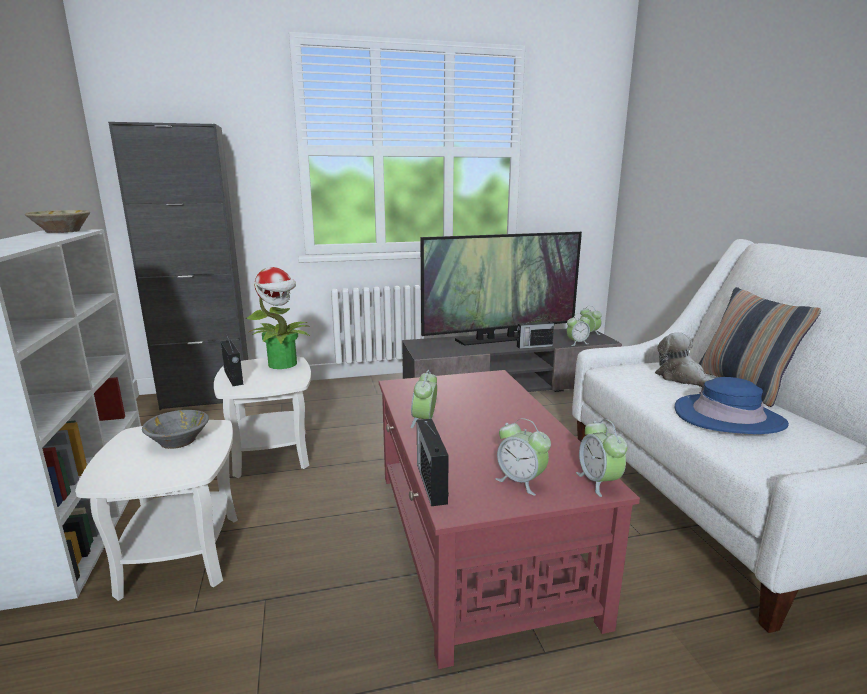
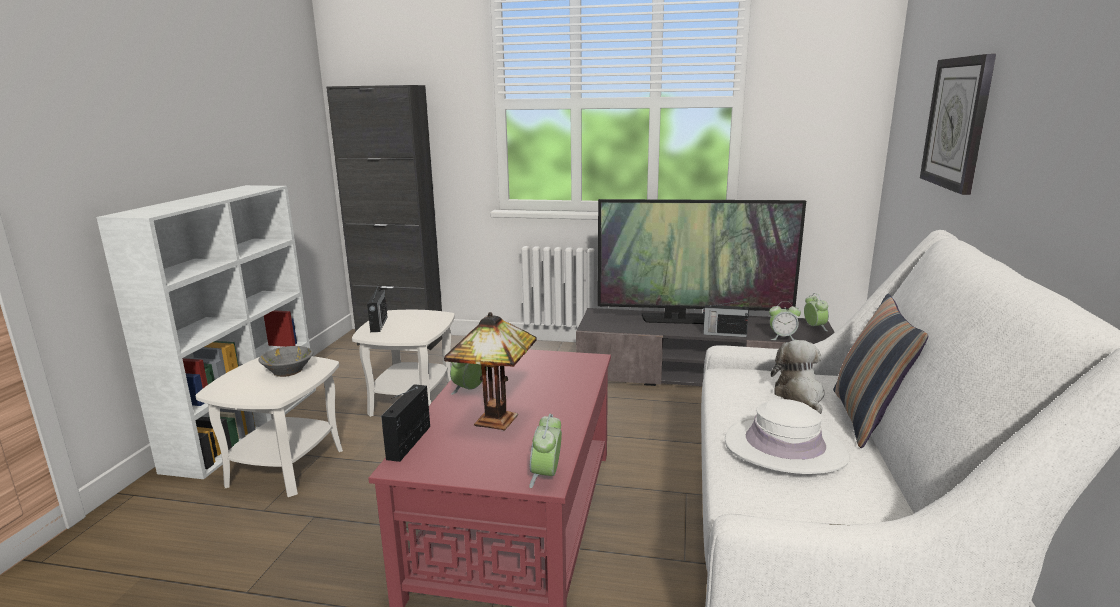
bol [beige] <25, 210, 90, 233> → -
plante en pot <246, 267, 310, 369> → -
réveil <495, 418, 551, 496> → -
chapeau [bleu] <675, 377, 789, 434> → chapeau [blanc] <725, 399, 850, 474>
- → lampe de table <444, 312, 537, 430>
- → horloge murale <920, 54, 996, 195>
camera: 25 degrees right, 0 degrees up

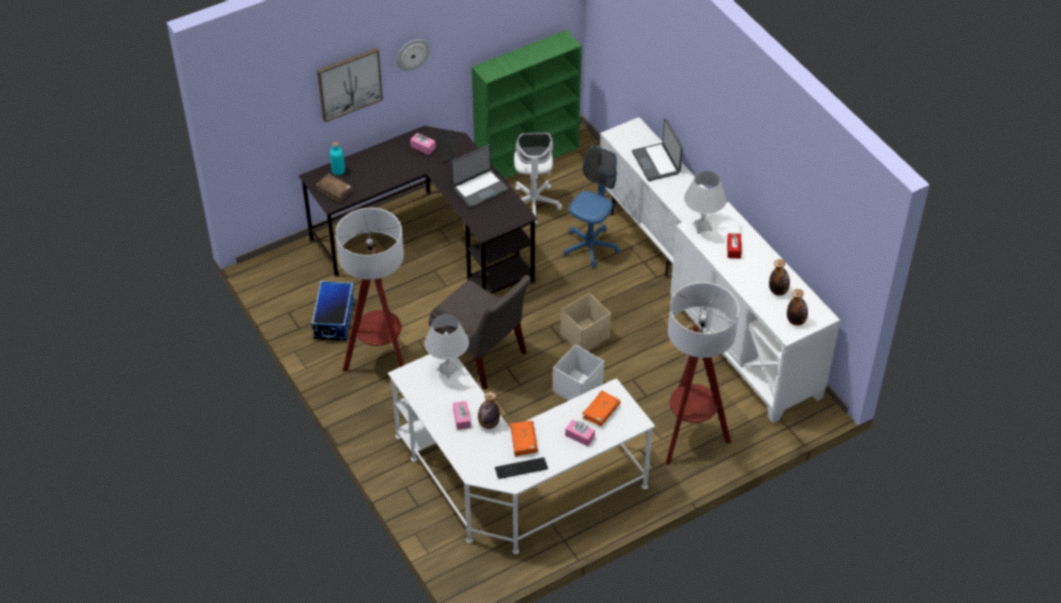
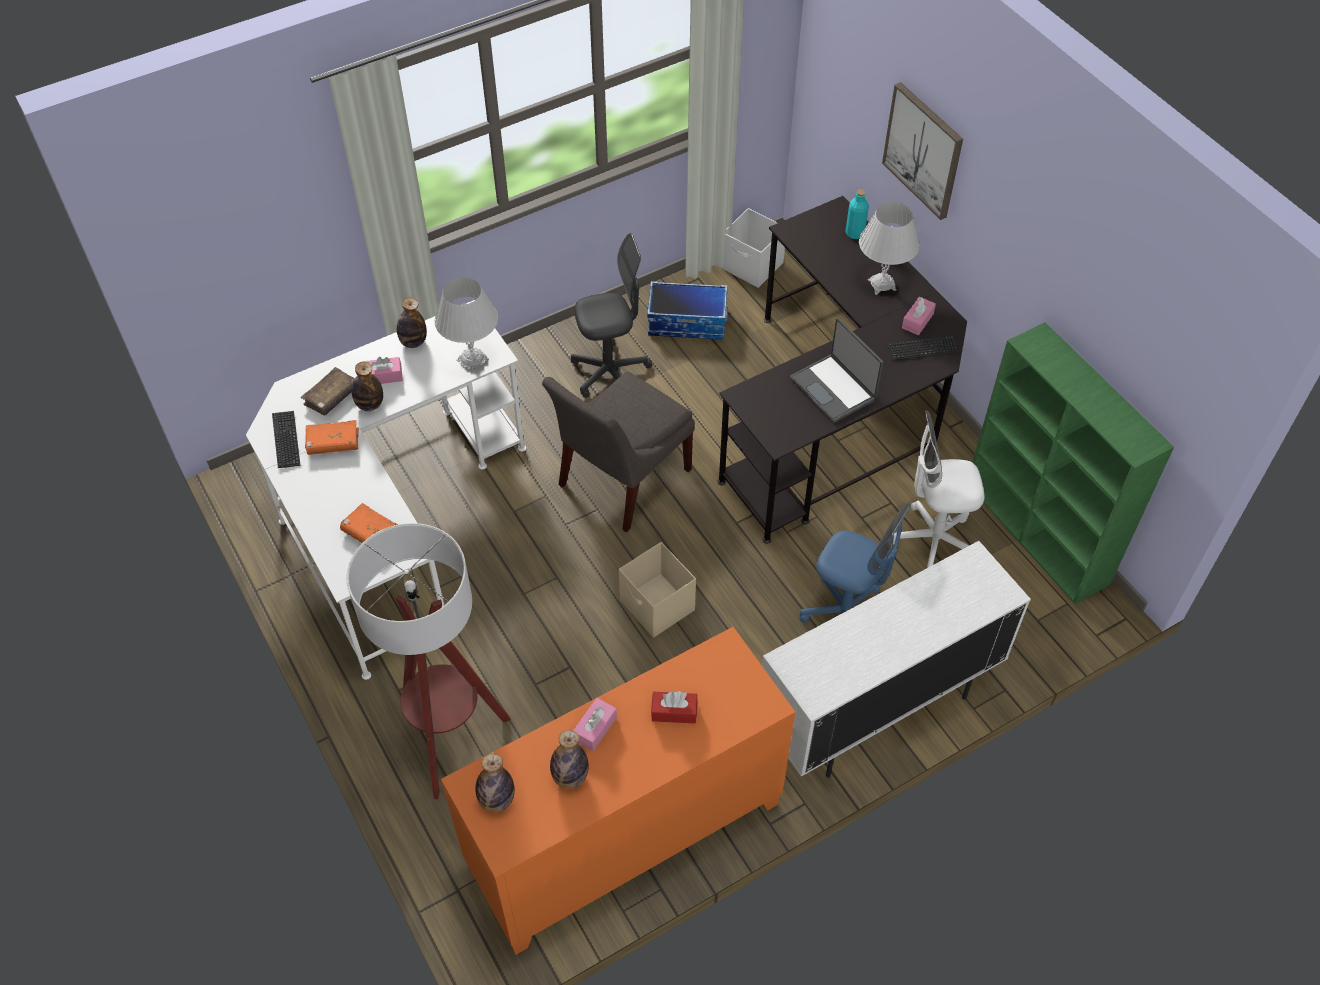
livre [marron] <316, 173, 353, 203> → livre [marron] <301, 367, 355, 416>, move
lampadaire <335, 208, 404, 372> → chaise de bureau [gris] <571, 233, 652, 398>
horloge murale <396, 39, 430, 71> → -
boîte de rangement [blanc] <553, 345, 604, 401> → boîte de rangement [blanc] <721, 208, 785, 288>, move
boîte à mouchoirs [rose] <565, 420, 595, 446> → boîte à mouchoirs [rose] <573, 698, 617, 751>, move
ordinateur portable <632, 118, 683, 181> → -
meuble de rangement [blanc] <670, 202, 840, 423> → meuble de rangement [orange] <441, 627, 795, 955>
lampe de table [blanc] <684, 171, 726, 234> → lampe de table [blanc] <859, 202, 920, 295>, move
- → bouteille <397, 298, 427, 348>
camera: 90 degrees right, 5 degrees up

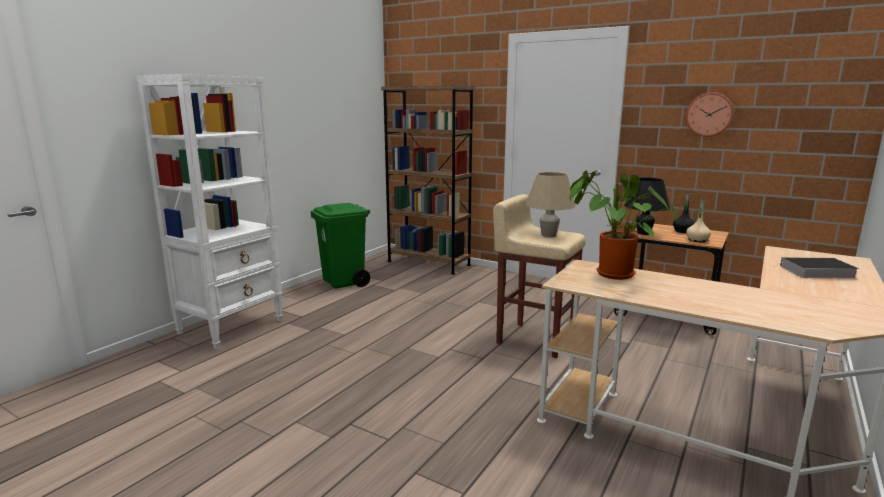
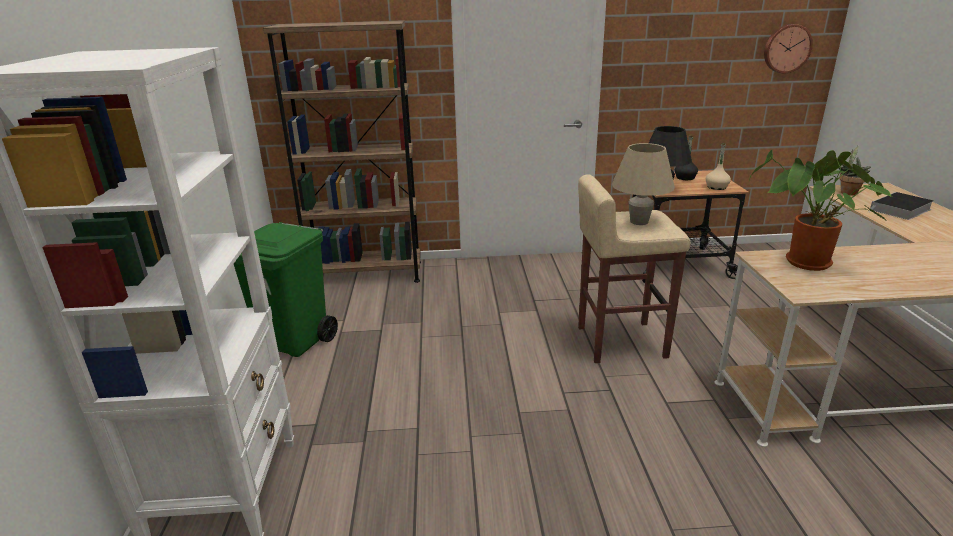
horloge murale <686, 92, 734, 137> → horloge murale <764, 24, 813, 73>, move
- → plante en pot <838, 145, 871, 195>
camera: 35 degrees left, 10 degrees up

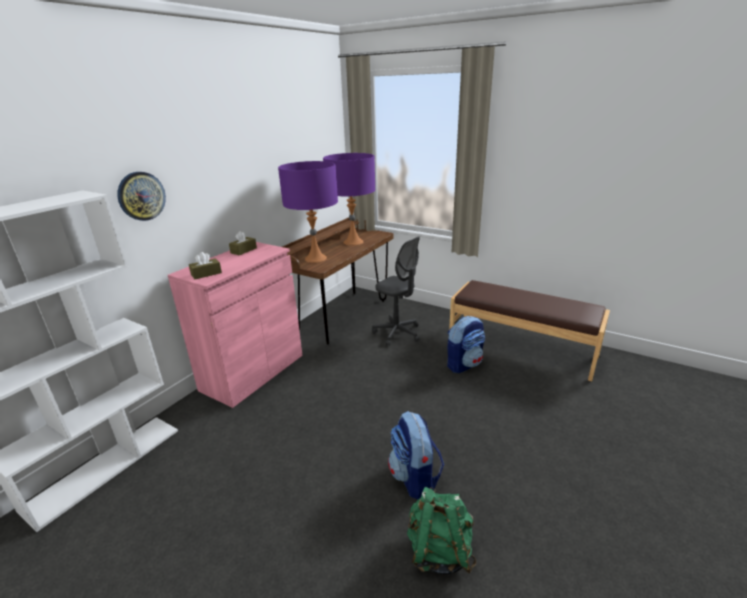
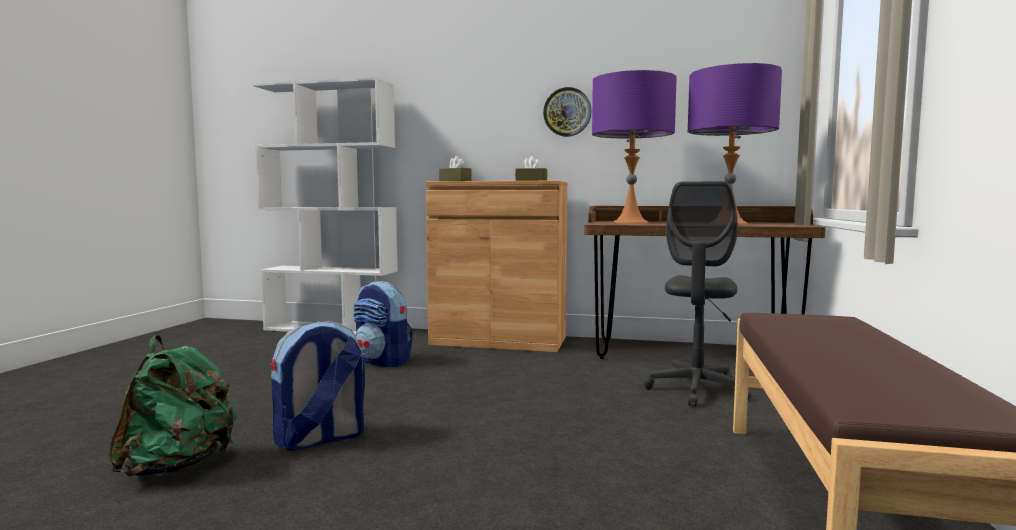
horloge murale <117, 172, 166, 221> → horloge murale <543, 87, 592, 137>, move
meuble de rangement [rose] <168, 242, 302, 408> → meuble de rangement [marron] <426, 180, 567, 352>
sac à dos <447, 316, 485, 373> → sac à dos <353, 281, 413, 368>, move
camera: 70 degrees right, 20 degrees down

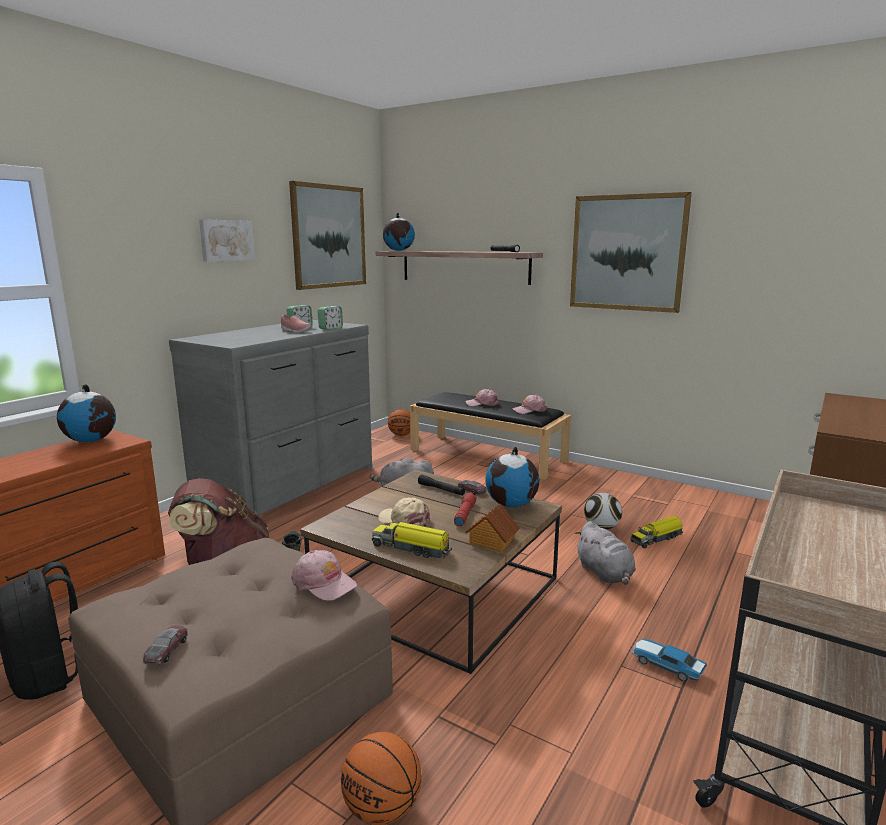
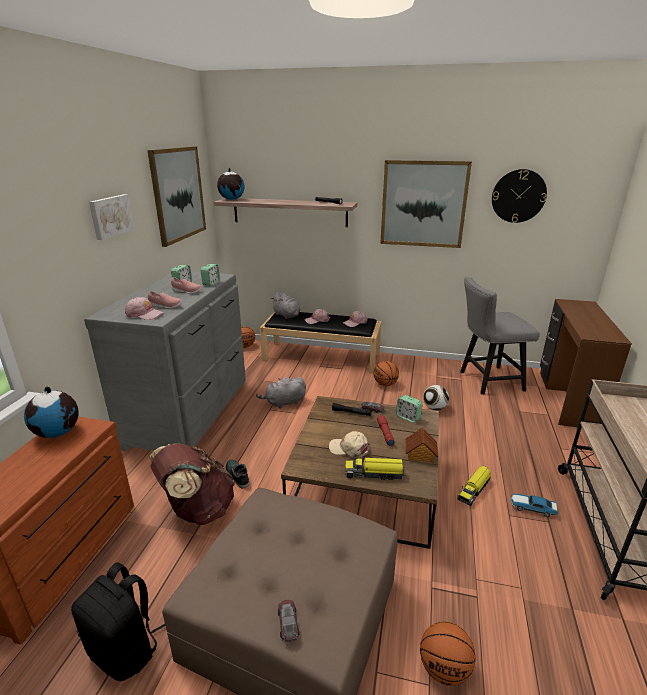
casquette [rose] <291, 550, 357, 601> → casquette [rose] <125, 297, 164, 320>, move
globe <486, 447, 539, 507> → réveil <396, 395, 423, 423>
peluche [gris] <575, 521, 636, 585> → peluche [gris] <271, 292, 301, 319>, move
camion jouet <630, 516, 683, 548> → camion jouet <458, 466, 491, 506>, move
- → chaussure [rose] <148, 291, 182, 309>
- → ballon de basket <374, 361, 399, 386>
- → chaise [gris] <460, 277, 540, 395>
- → horloge murale <492, 169, 547, 223>
camera: 20 degrees left, 10 degrees up

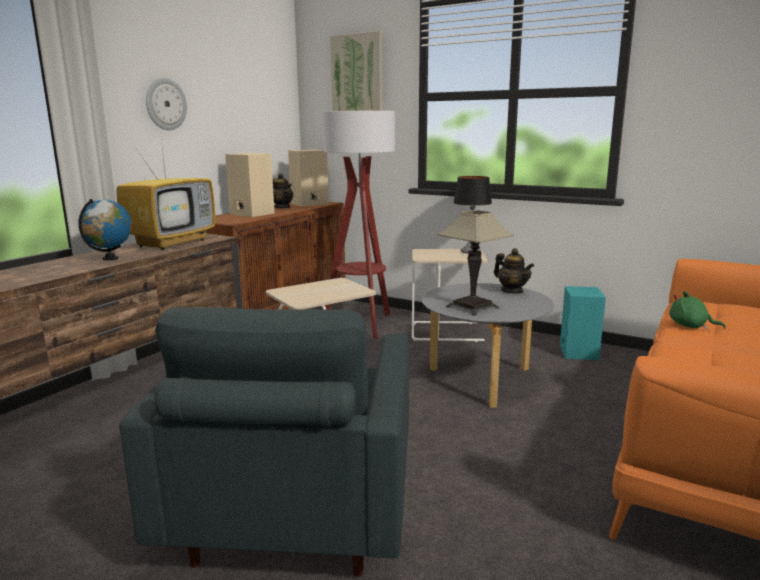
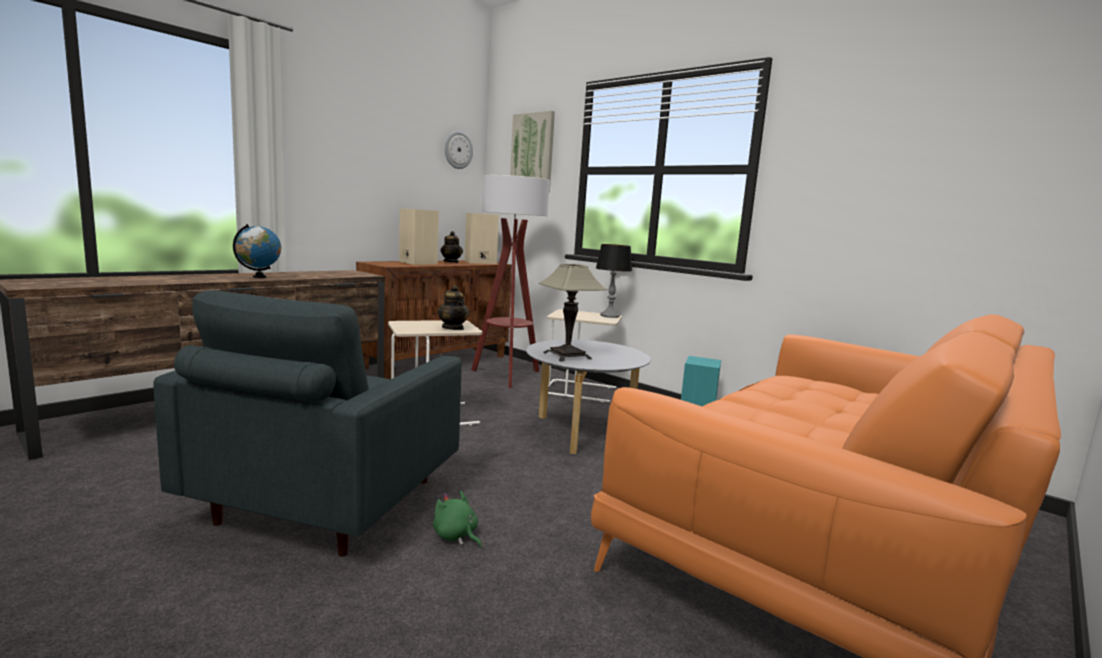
téléviseur <117, 139, 215, 250> → -
horloge murale <146, 78, 187, 130> → horloge murale <444, 131, 473, 169>, move
théière <494, 248, 534, 294> → théière <438, 285, 470, 330>, move
peluche [vert] <669, 291, 726, 329> → peluche [vert] <433, 491, 482, 548>, move
camera: 10 degrees right, 5 degrees down

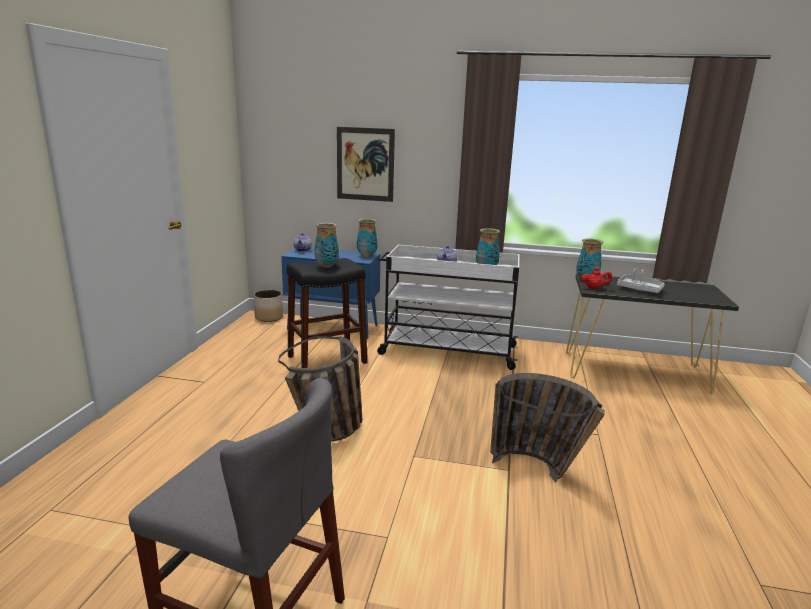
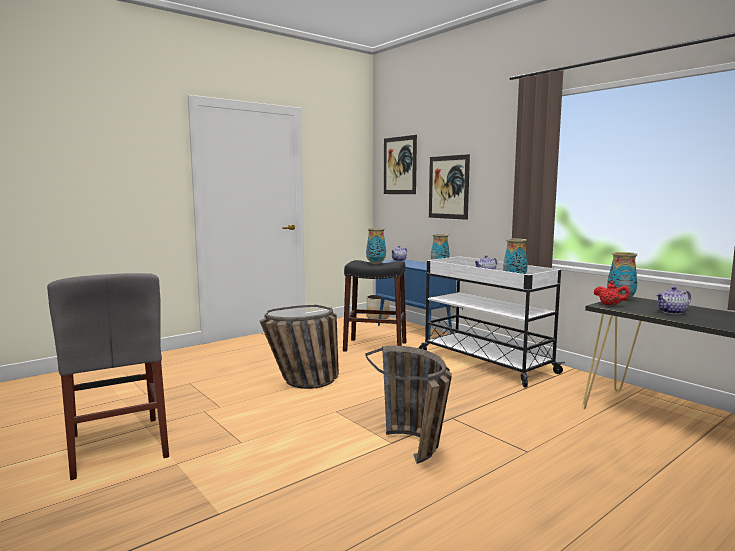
plateau [gris] <617, 269, 665, 293> → théière <656, 287, 691, 315>
- → tableau <384, 135, 417, 194>
camera: 40 degrees right, 10 degrees down

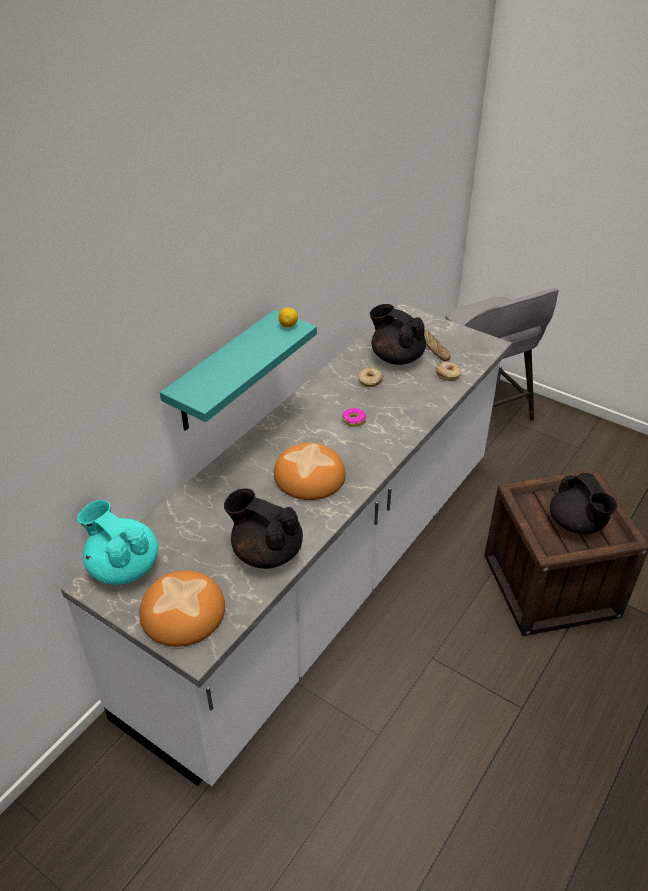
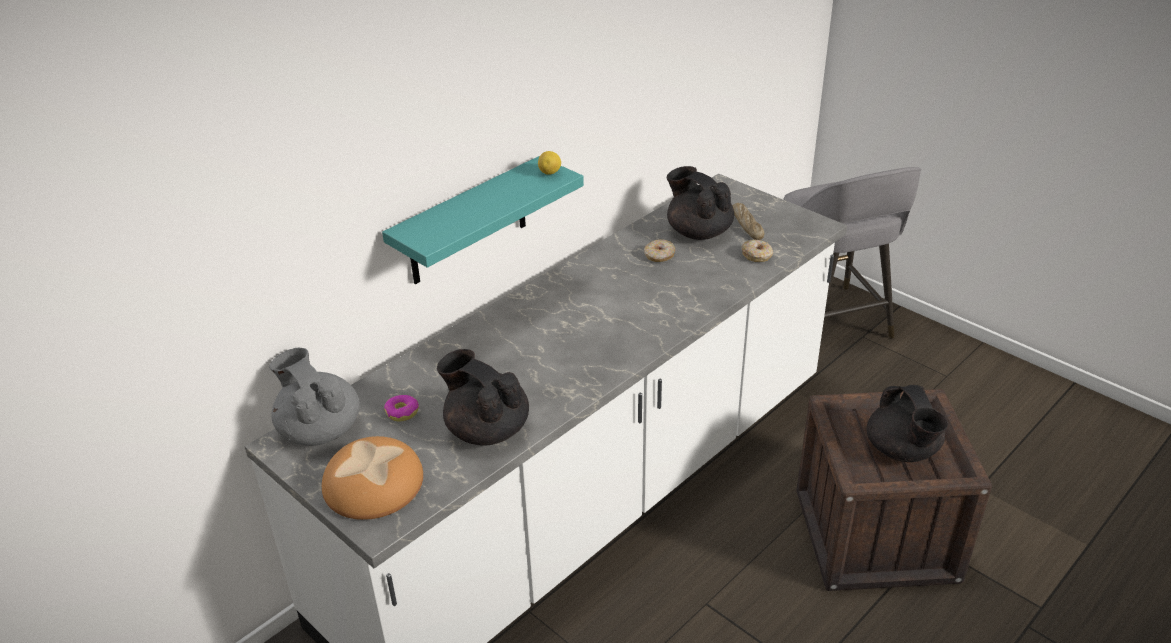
théière [turquoise] <77, 500, 158, 585> → théière [gris] <269, 348, 360, 446>
pain <274, 442, 346, 500> → -
beignet <342, 408, 366, 427> → beignet <384, 395, 419, 422>, move
camera: 10 degrees right, 5 degrees down

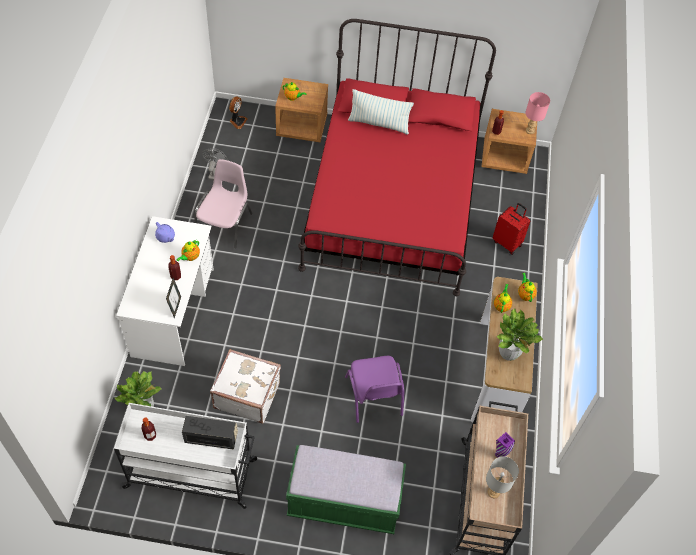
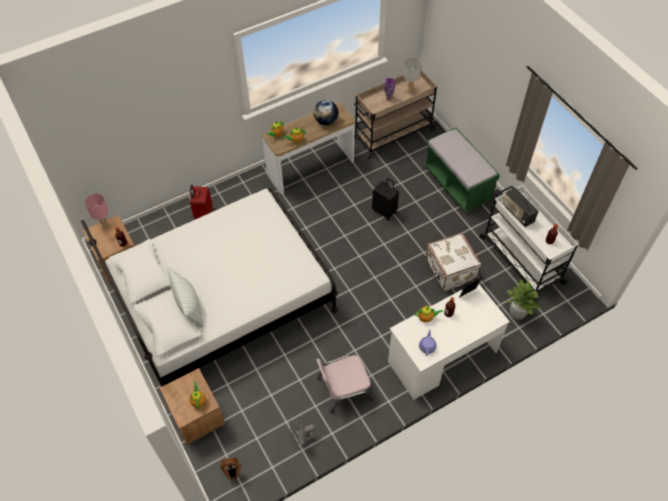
lit [rouge] <298, 19, 496, 296> → lit [blanc] <81, 188, 338, 387>
chaise [violet] <345, 356, 405, 423> → valise [noir] <372, 178, 399, 221>
plante en pot <497, 309, 543, 361> → globe <314, 100, 339, 125>
camera: 125 degrees left, 0 degrees up

